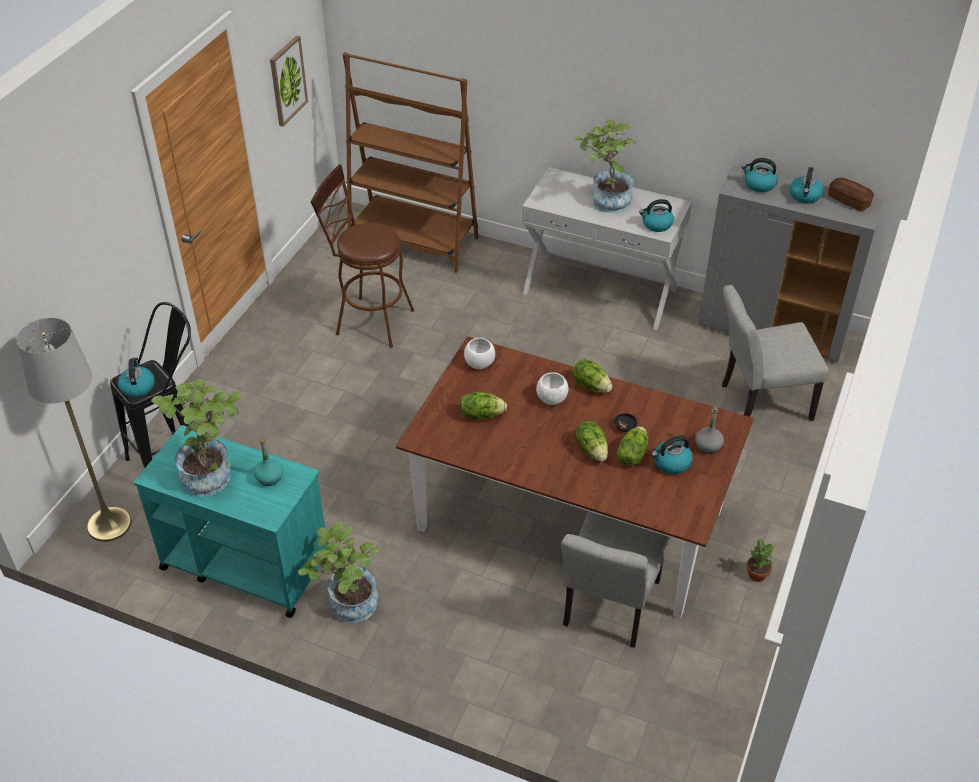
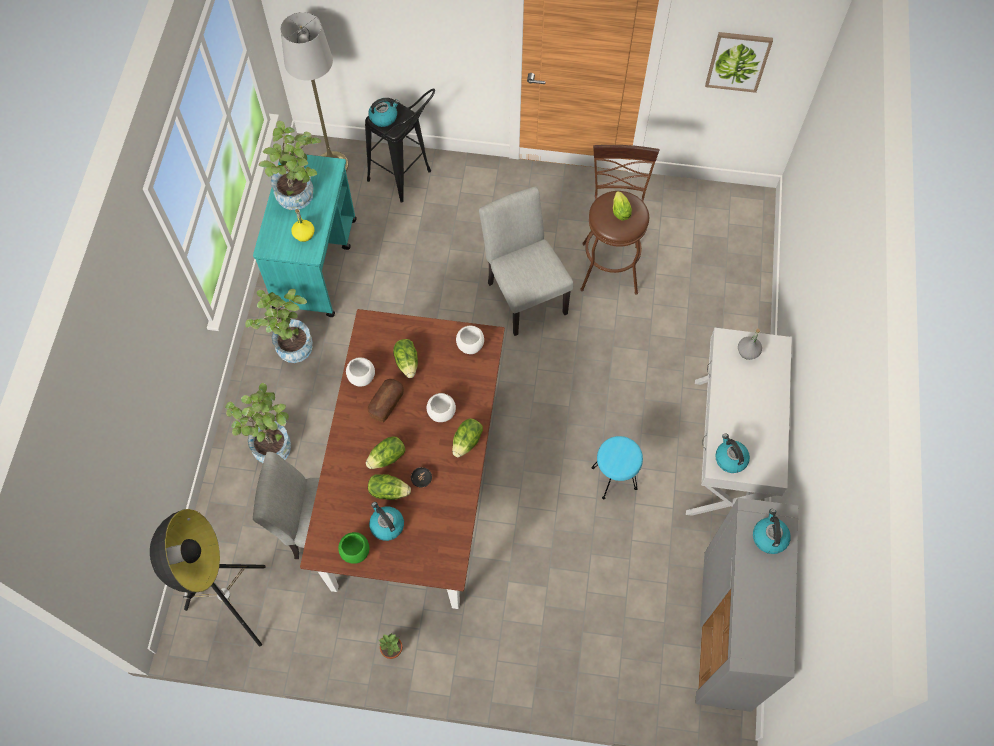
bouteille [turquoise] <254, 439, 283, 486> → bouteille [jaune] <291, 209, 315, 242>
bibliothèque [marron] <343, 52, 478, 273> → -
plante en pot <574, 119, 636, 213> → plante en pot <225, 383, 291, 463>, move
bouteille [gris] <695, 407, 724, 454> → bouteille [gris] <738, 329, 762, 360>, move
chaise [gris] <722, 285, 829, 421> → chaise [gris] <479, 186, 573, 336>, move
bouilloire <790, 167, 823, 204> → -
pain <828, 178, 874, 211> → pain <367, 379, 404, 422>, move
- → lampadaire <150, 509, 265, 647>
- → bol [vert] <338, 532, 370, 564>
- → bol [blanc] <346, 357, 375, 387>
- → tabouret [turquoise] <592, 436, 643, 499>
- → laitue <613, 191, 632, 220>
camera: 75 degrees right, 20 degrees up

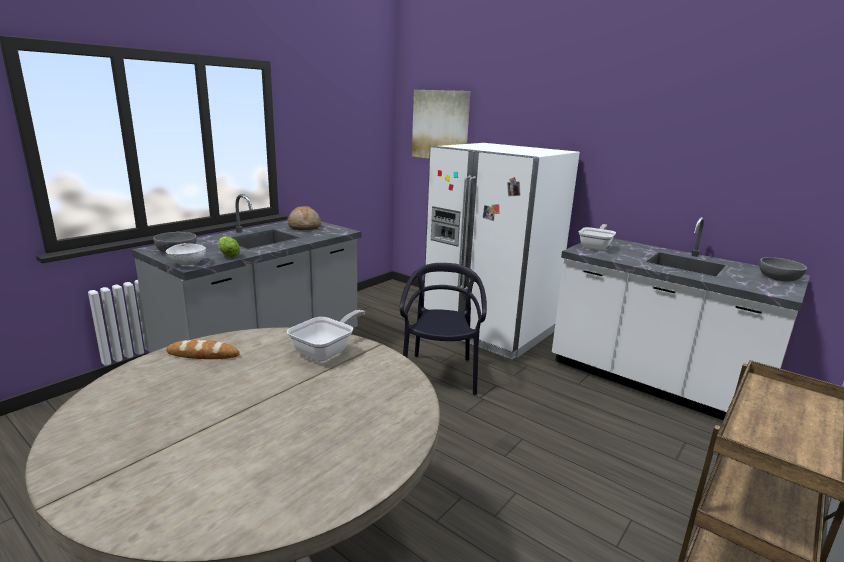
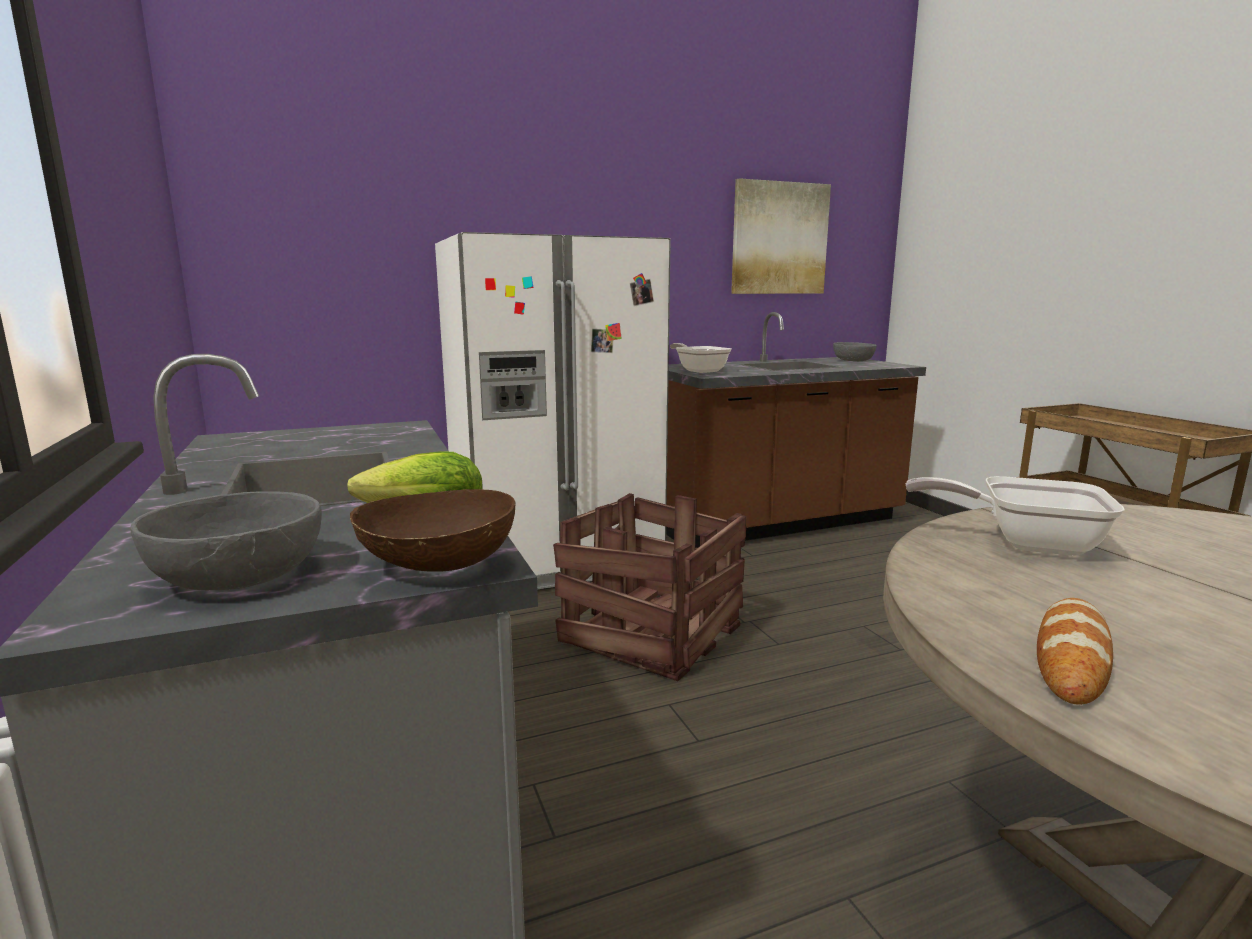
bol [blanc] <166, 243, 206, 265> → bol [marron] <350, 489, 516, 572>
poêle <287, 310, 365, 361> → poêle <906, 476, 1125, 556>, 45 degrees counterclockwise
pain <288, 206, 321, 230> → -
chaise [noir] <400, 263, 487, 395> → caisse <553, 493, 747, 681>
tableau <412, 90, 470, 159> → tableau <731, 178, 831, 294>, move
comptoir de cuisine [blanc] <552, 217, 810, 420> → comptoir de cuisine [marron] <666, 312, 926, 548>
camera: 60 degrees left, 5 degrees down

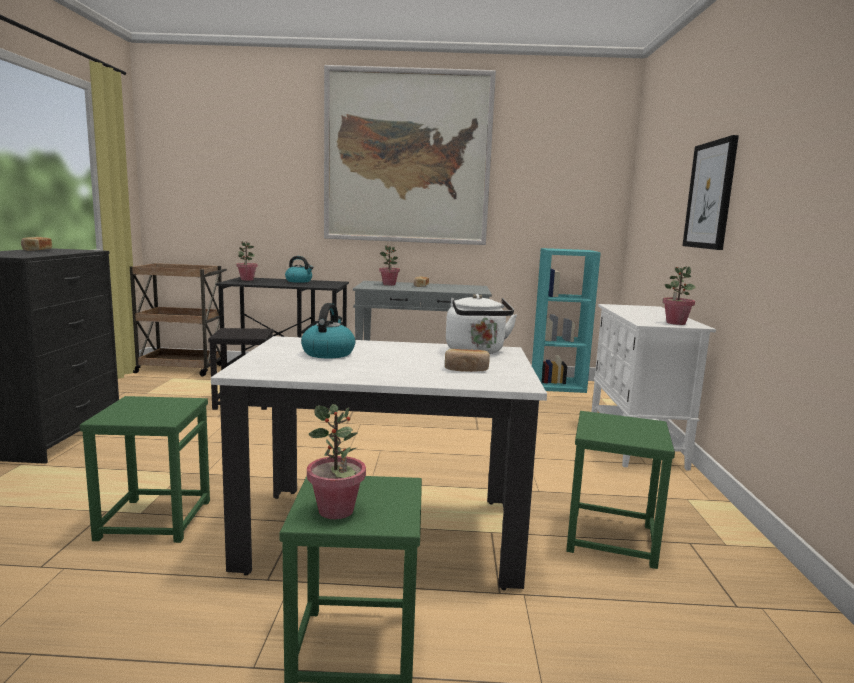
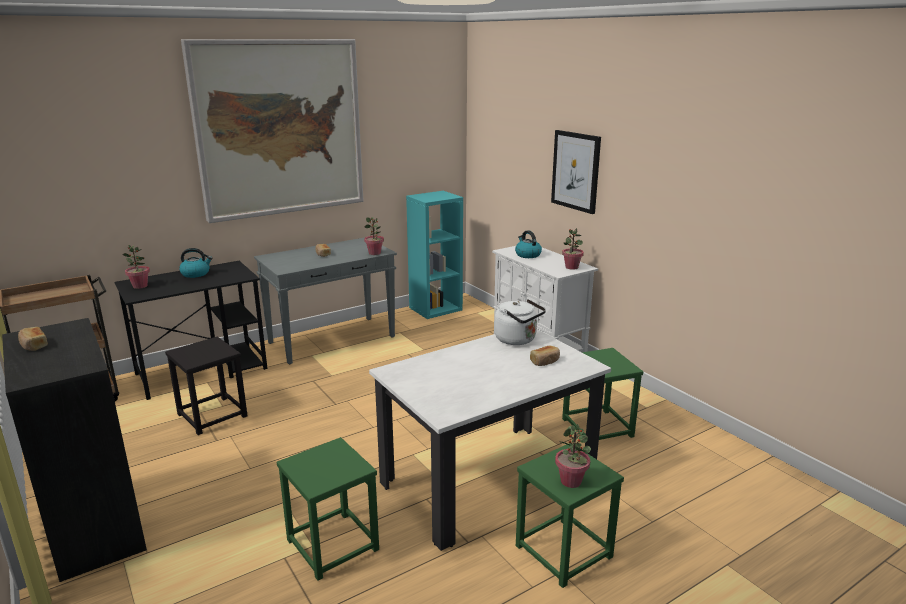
bouilloire <301, 303, 356, 359> → bouilloire <515, 230, 542, 258>, move
plante en pot <379, 245, 400, 286> → plante en pot <364, 217, 384, 255>, move
camera: 35 degrees left, 10 degrees up

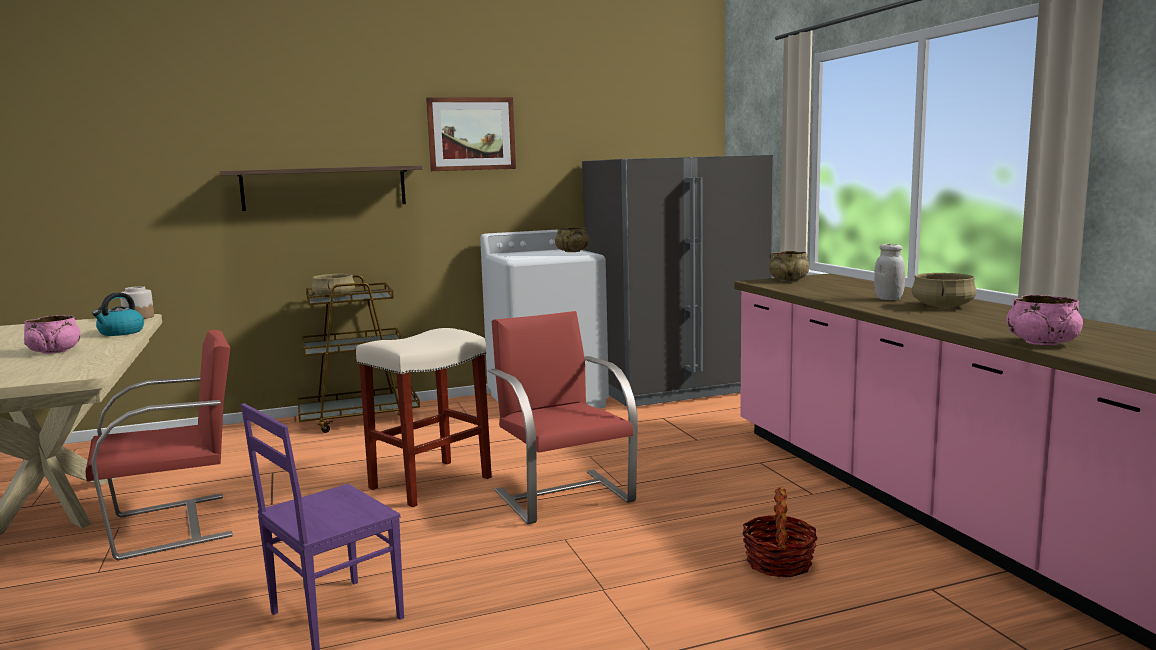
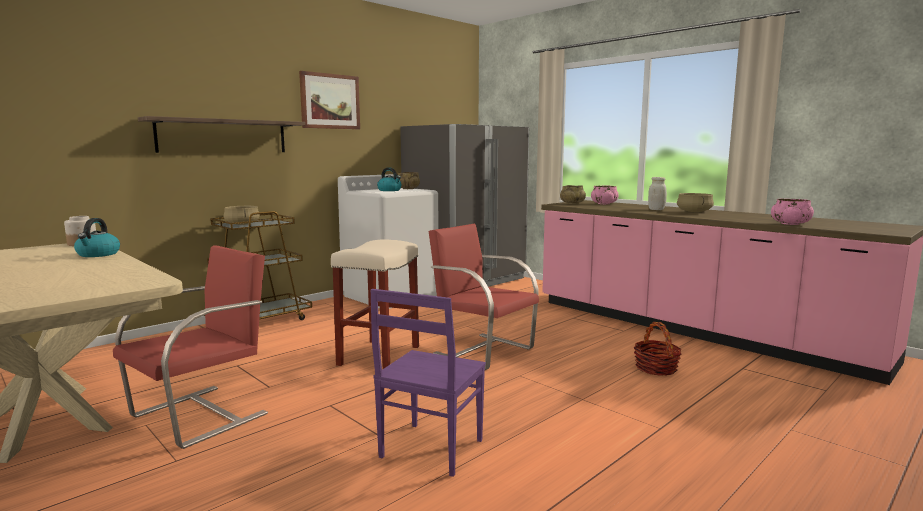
bol [rose] <24, 315, 81, 354> → bol [rose] <591, 186, 619, 204>, move
- → bouilloire <377, 167, 401, 191>
camera: 25 degrees left, 0 degrees up

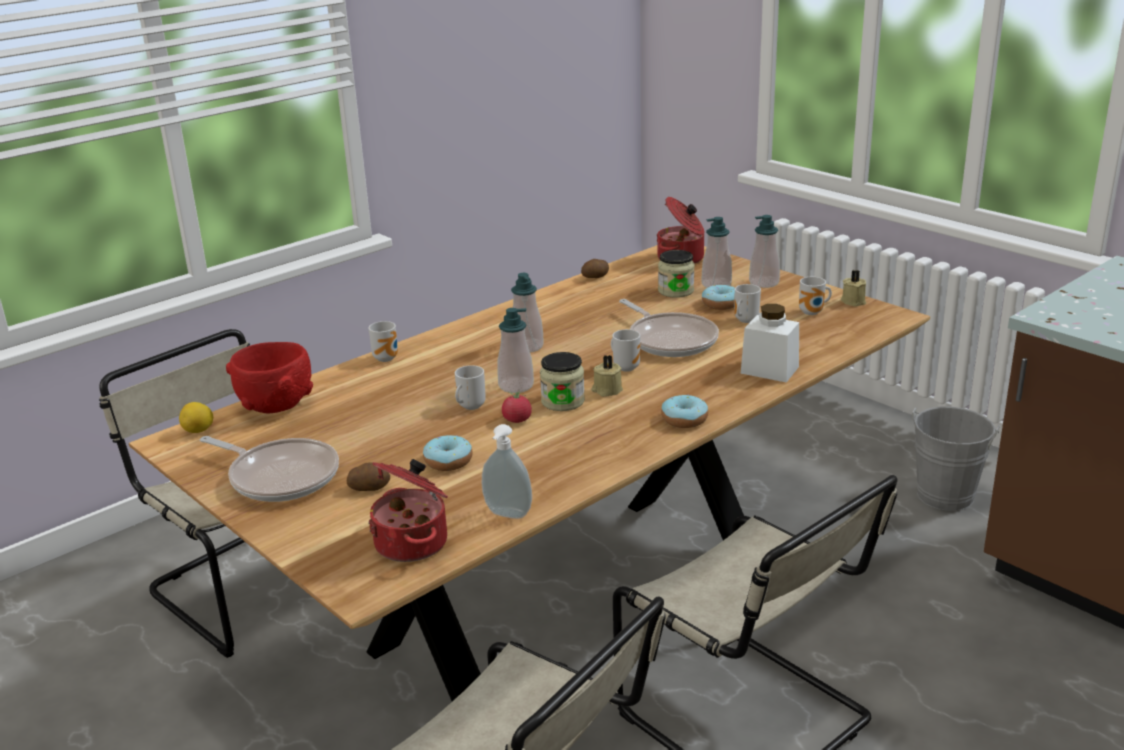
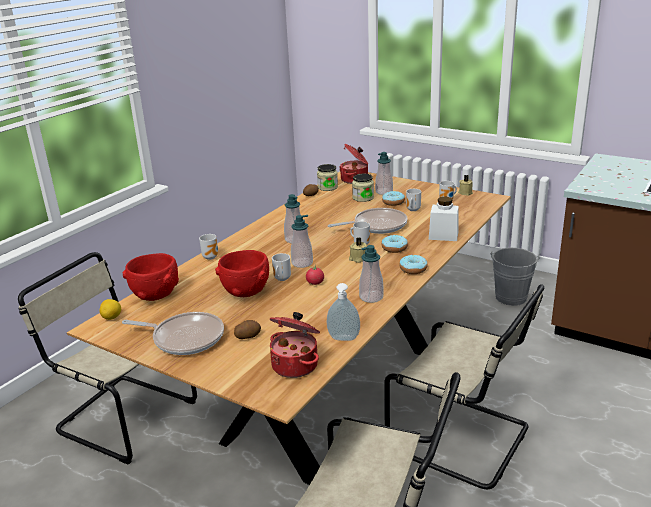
beignet <423, 435, 472, 471> → beignet <382, 234, 408, 253>, move
bocal <540, 352, 585, 411> → bocal <317, 164, 338, 191>, move
poêle <619, 299, 719, 357> → poêle <328, 208, 408, 234>, 60 degrees counterclockwise
distributeur de savon <749, 215, 780, 288> → distributeur de savon <359, 245, 384, 303>, move
- → bol [rouge] <215, 250, 269, 297>
camera: 15 degrees left, 0 degrees up

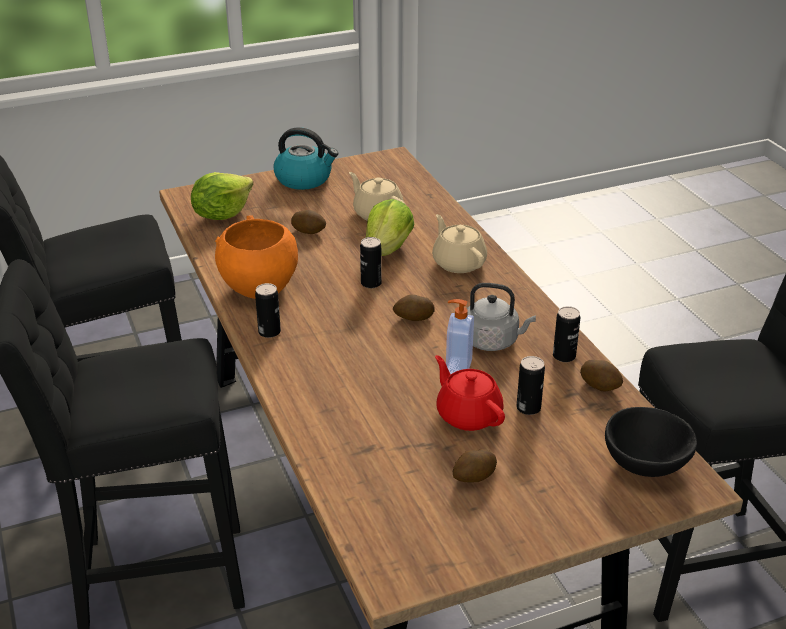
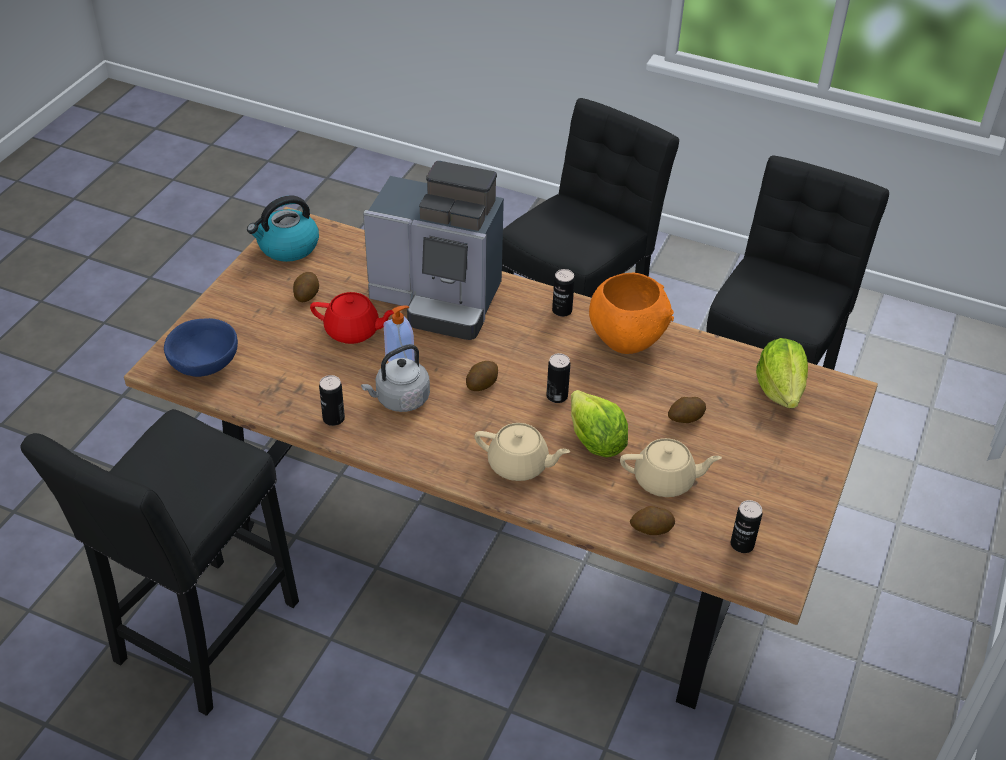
bouilloire <273, 127, 338, 190> → bouilloire <247, 195, 319, 262>, move
boîte métallique <516, 356, 545, 415> → boîte métallique <731, 500, 762, 553>, move
pomme de terre <580, 360, 623, 392> → pomme de terre <630, 506, 675, 535>, move
bol [noir] <605, 407, 697, 477> → bol [bleu] <164, 318, 238, 377>
- → machine à café <363, 161, 504, 340>
camera: 135 degrees right, 10 degrees up

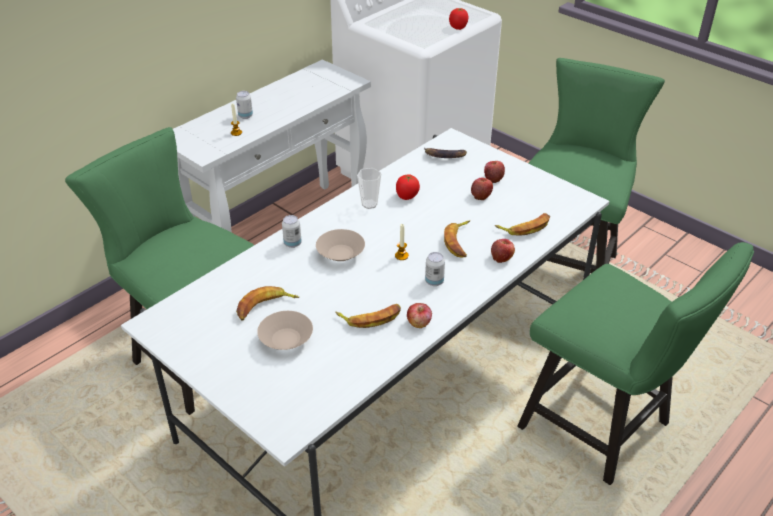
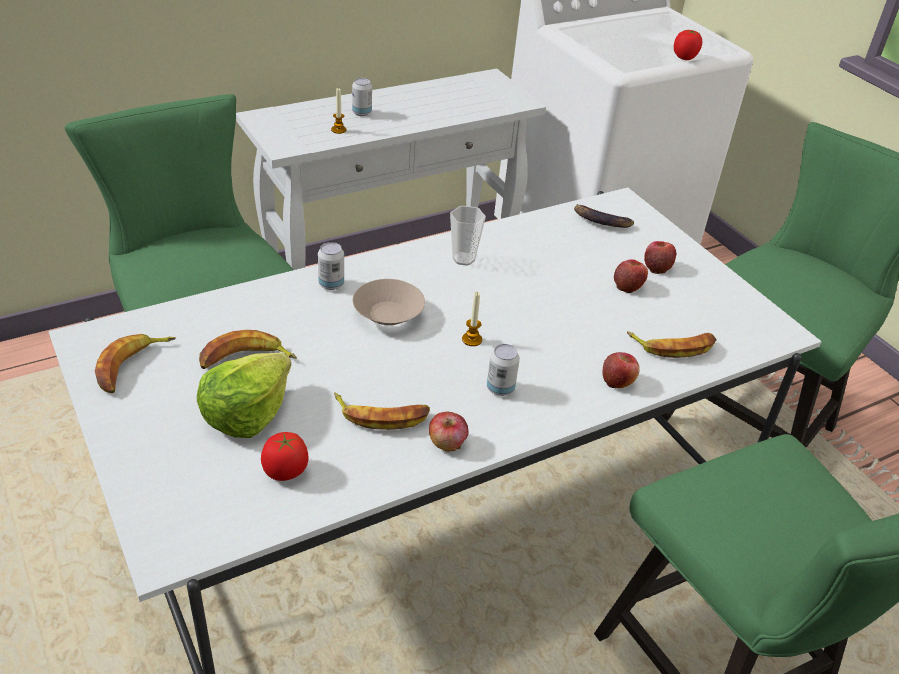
bol [beige] <257, 311, 313, 350> → laitue <197, 353, 291, 438>
tomate <396, 174, 420, 200> → tomate <261, 432, 308, 481>, move
banane <444, 220, 470, 257> → banane <95, 334, 176, 394>, move
camera: 15 degrees right, 0 degrees up

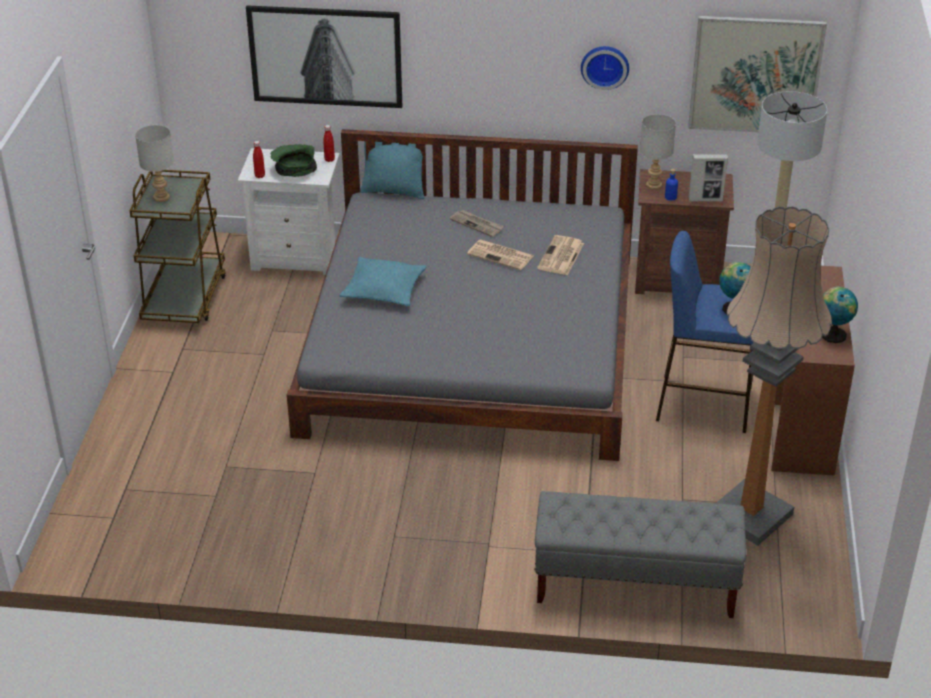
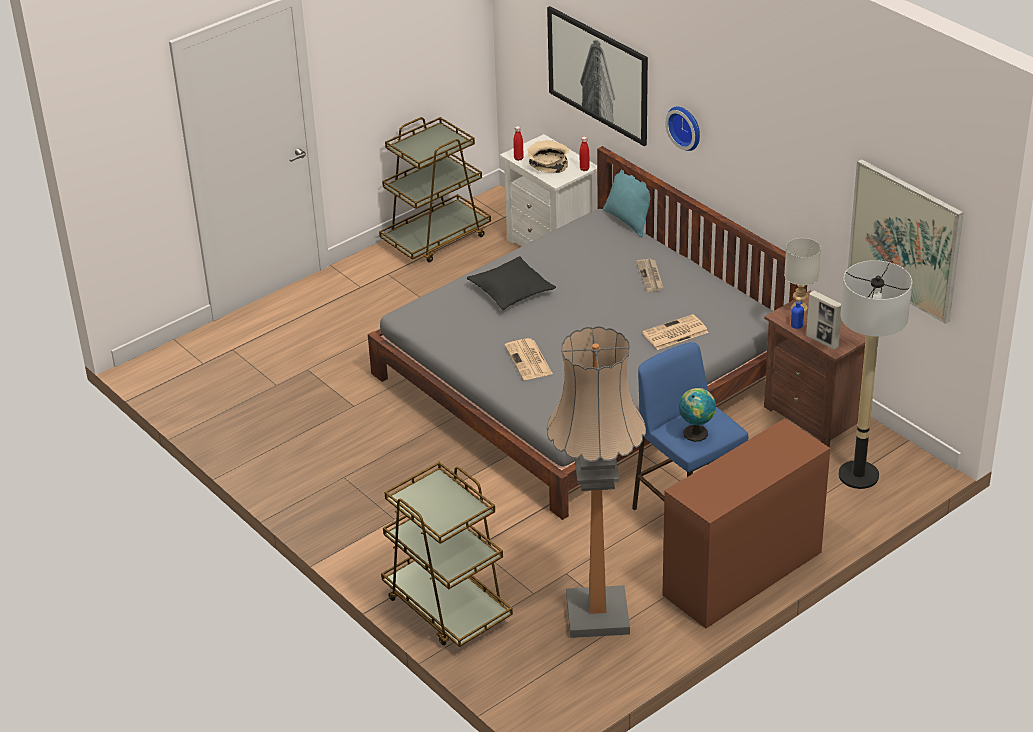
lampe de table [gris] <135, 125, 174, 202> → -
bol [vert] <270, 144, 317, 177> → bol [beige] <527, 140, 569, 173>
coussin [turquoise] <339, 257, 427, 306> → coussin [noir] <467, 256, 556, 310>
journal <467, 239, 533, 270> → journal <505, 338, 553, 380>, move
banc [gris] <534, 491, 746, 618> → chariot [marron] <381, 462, 513, 647>
horloge murale <581, 46, 629, 90> → horloge murale <665, 107, 700, 151>, move
globe <822, 287, 858, 343> → -
camera: 45 degrees right, 0 degrees up

